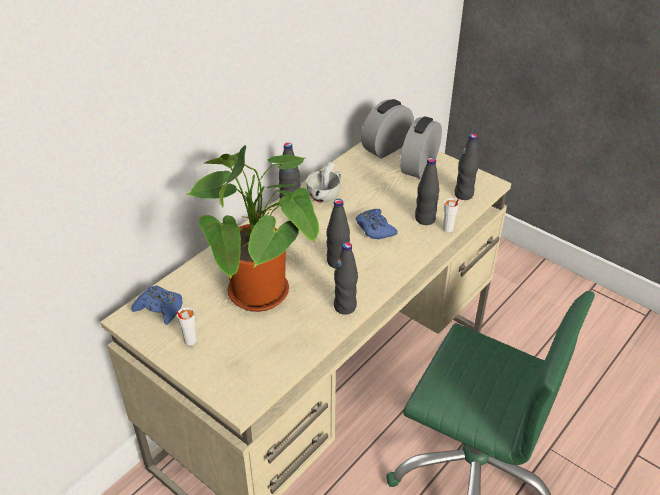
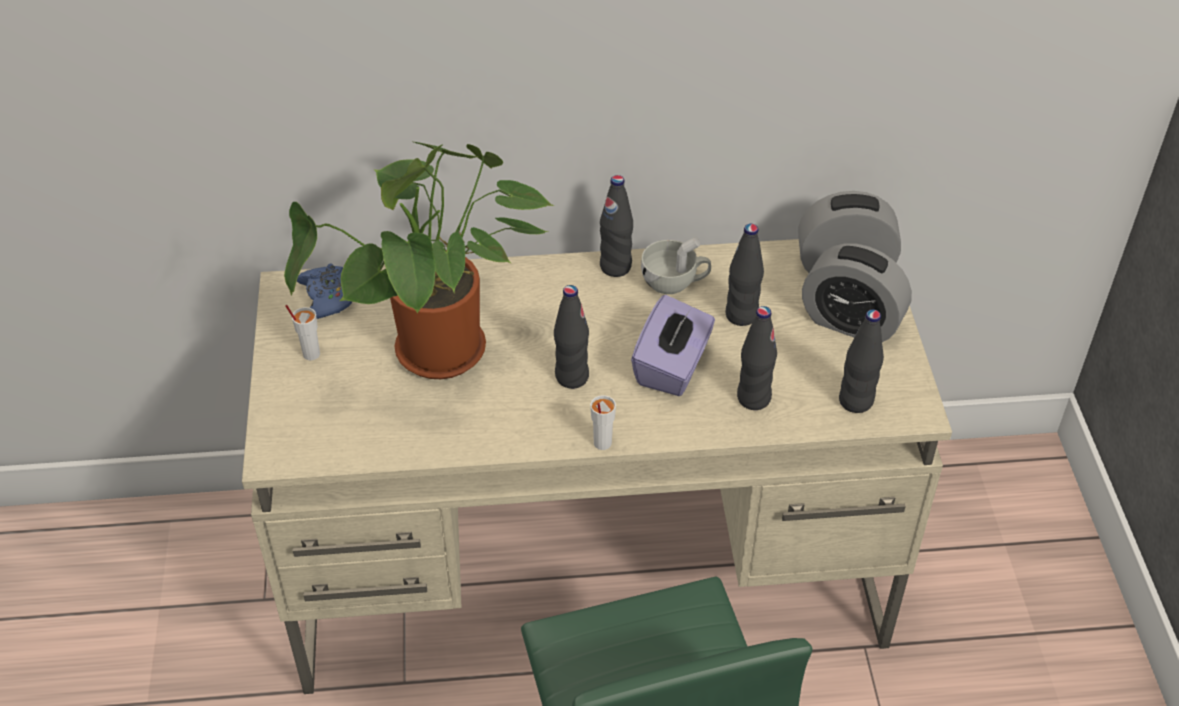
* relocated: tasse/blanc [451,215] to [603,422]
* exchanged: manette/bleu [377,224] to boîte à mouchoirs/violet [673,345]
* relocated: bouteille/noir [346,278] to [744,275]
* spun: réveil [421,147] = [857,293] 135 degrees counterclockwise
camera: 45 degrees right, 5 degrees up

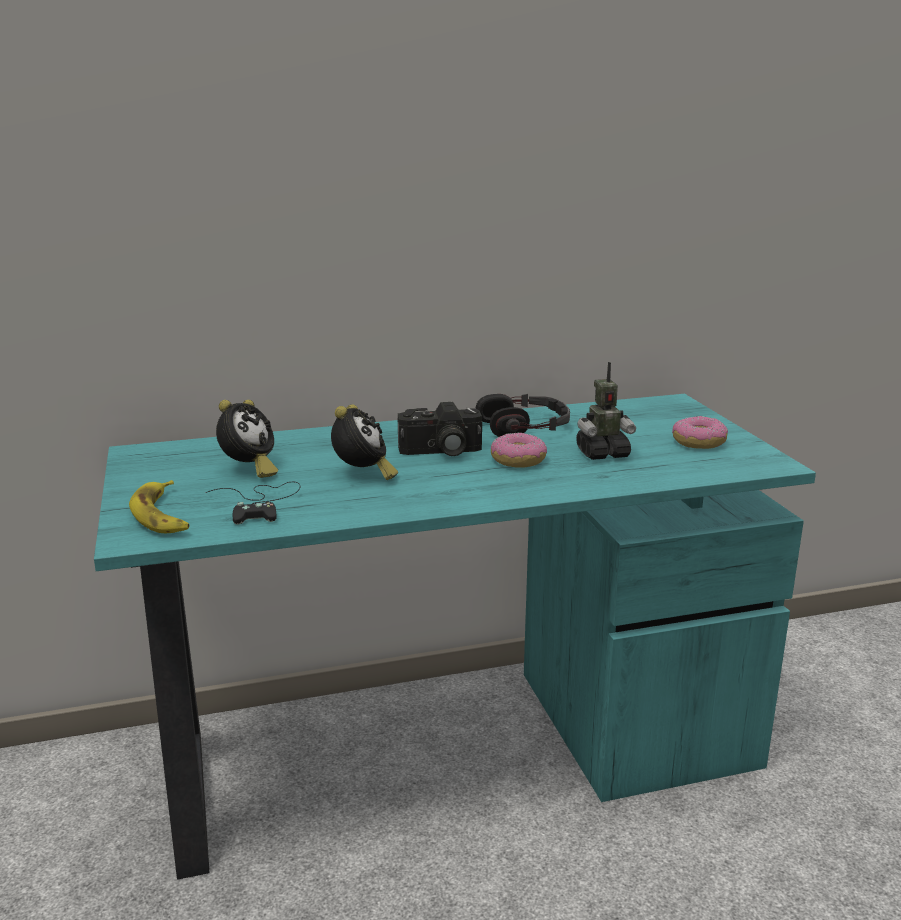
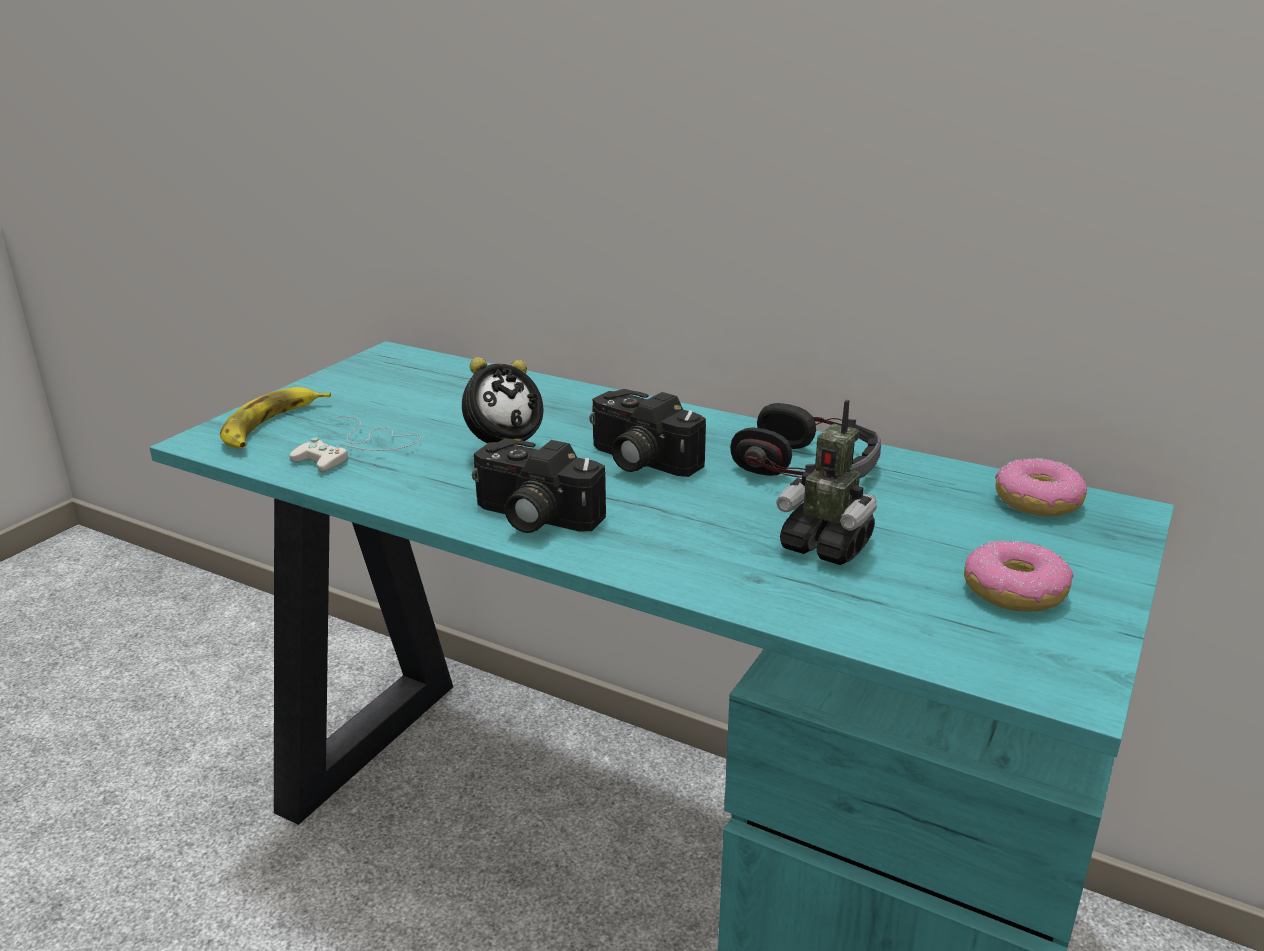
* colour: manette/noir [253,503] to manette/blanc [355,444]
* appeared: appareil photo [539,486]
* relocated: beignet [519,450] to [1041,487]
* missing: réveil [247,439]
camera: 45 degrees right, 5 degrees up

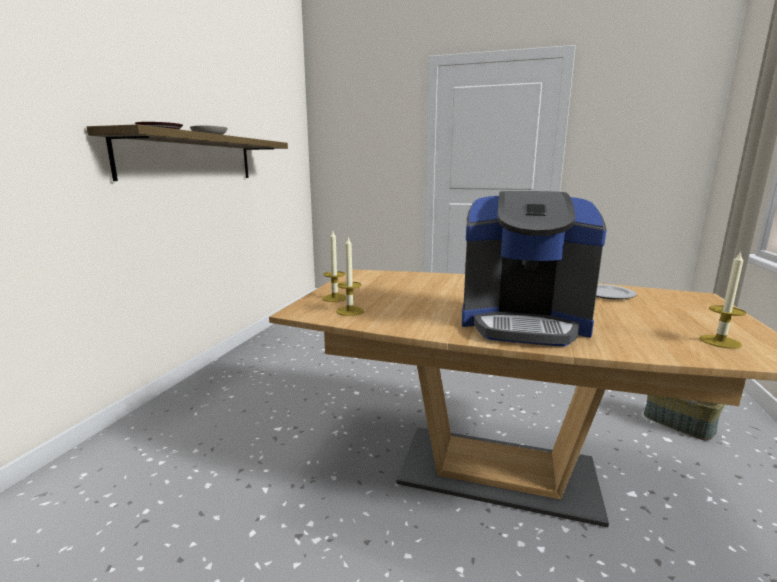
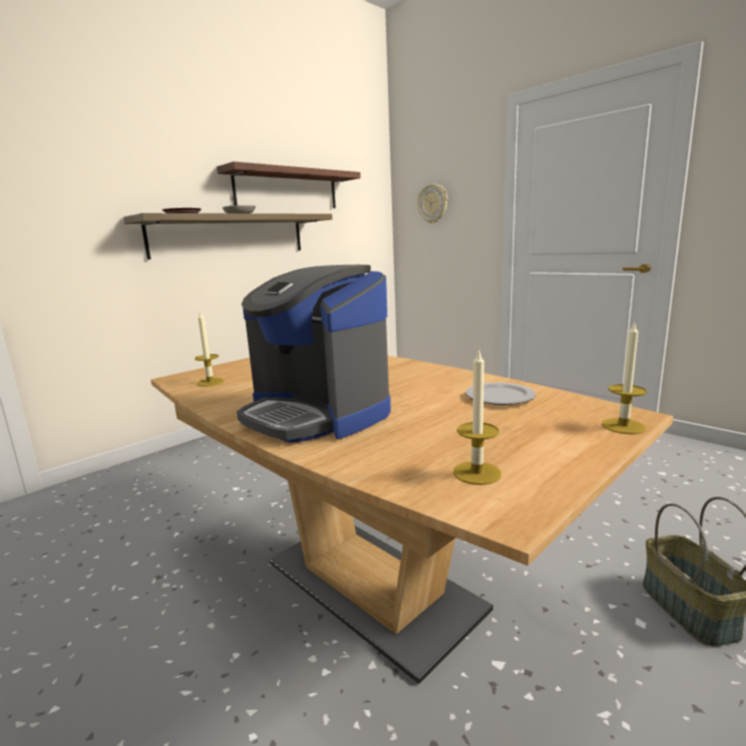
* appeared: étagère [289,185]
* appeared: horloge murale [432,204]
* relocated: bougie [334,266] to [624,377]
camera: 30 degrees right, 0 degrees up

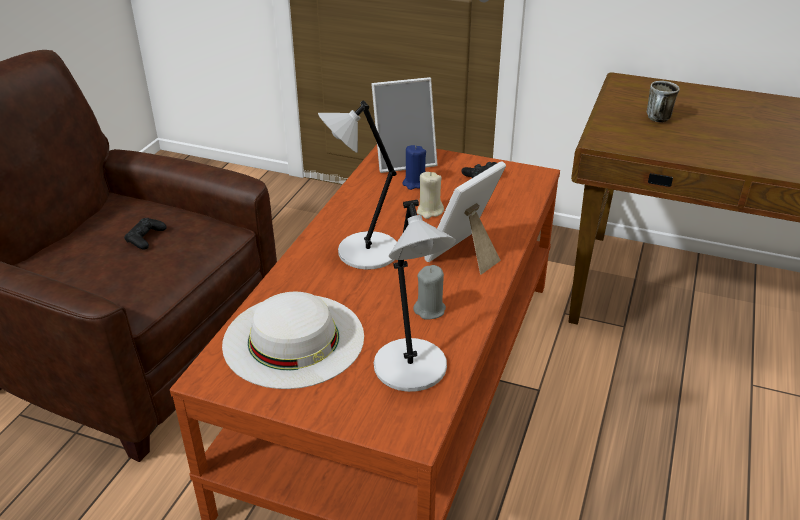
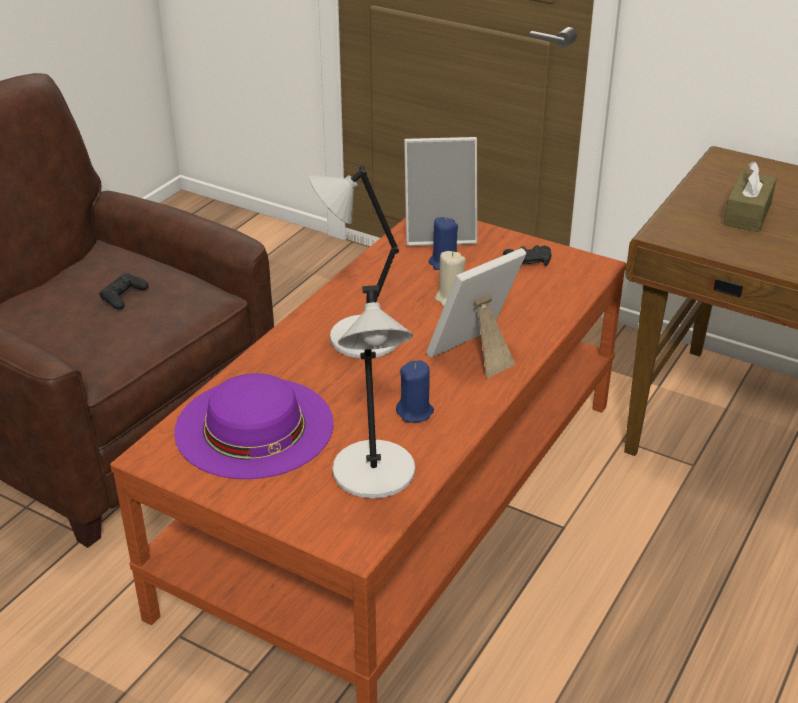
* colour: chapeau/blanc [293,340] to chapeau/violet [254,426]
* colour: bougie/gris [429,292] to bougie/bleu [415,391]
* exchanged: mug [663,101] to boîte à mouchoirs/marron [750,196]
camera: 10 degrees right, 0 degrees up

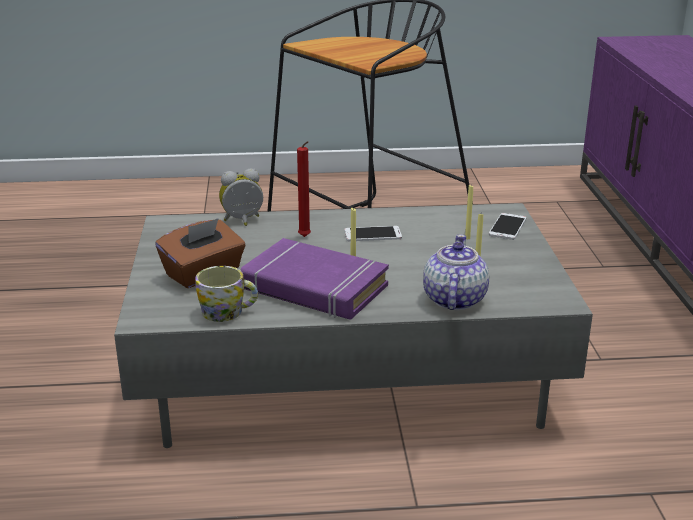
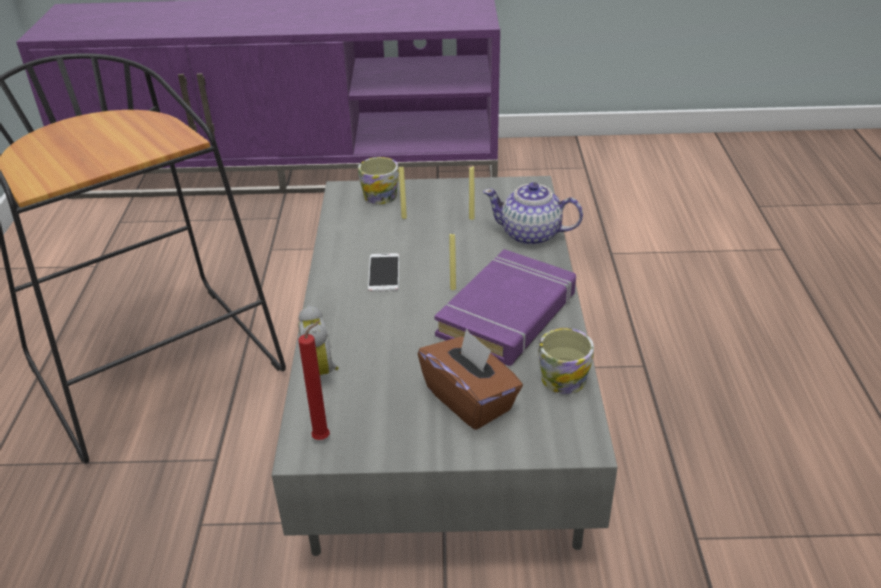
* relocated: bougie/rouge [304,189] to [314,380]
* exchanged: téléphone [507,226] to mug [378,180]
camera: 85 degrees left, 10 degrees up

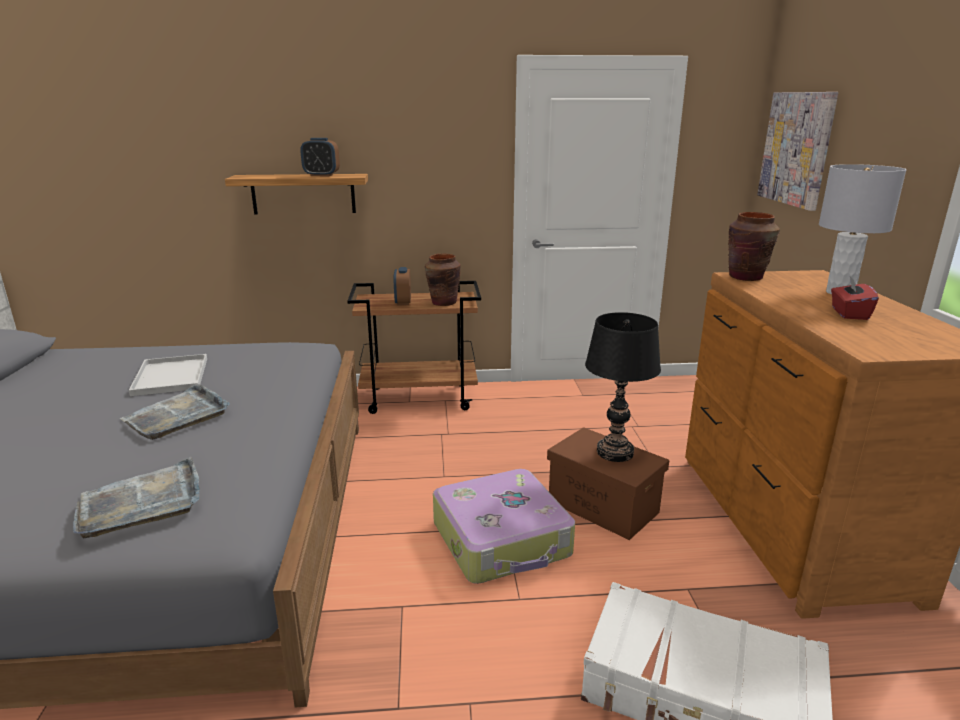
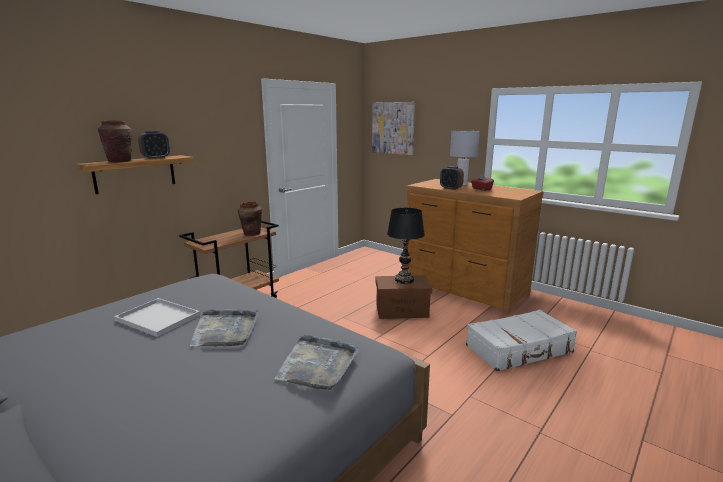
* relocated: vase/marron [754,246] to [115,141]
* relocated: réveil [402,286] to [452,178]
* missing: valise [504,526]
camera: 45 degrees left, 5 degrees down

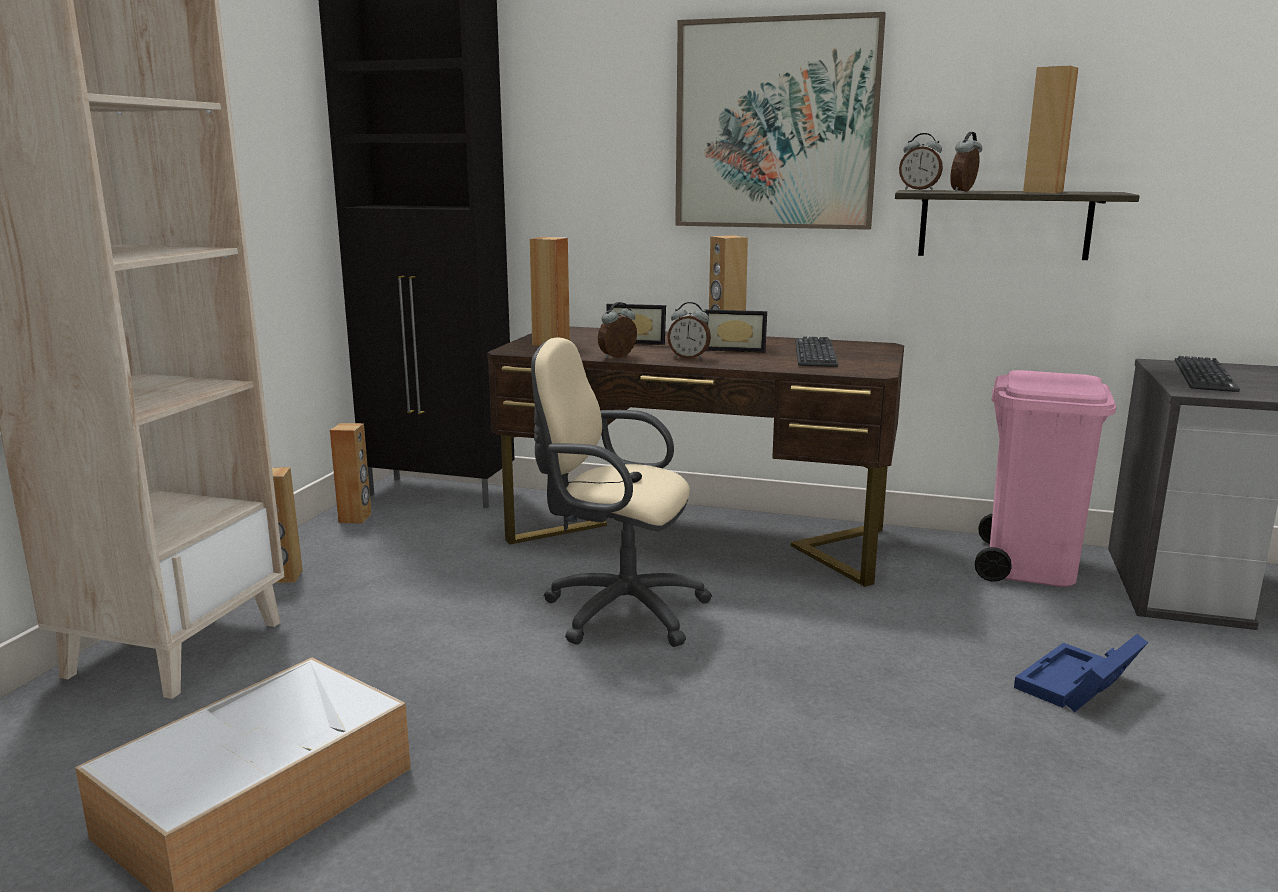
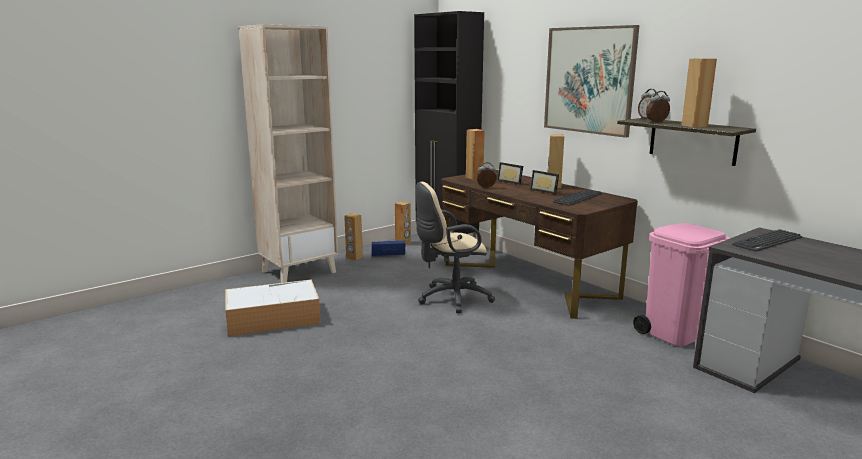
* relocated: boîte de rangement/bleu [1081,673] to [388,248]
* spun: chaise de bureau/beige [621,492] = [455,247] 75 degrees counterclockwise
* missing: réveil [689,330]
camera: 35 degrees right, 0 degrees up

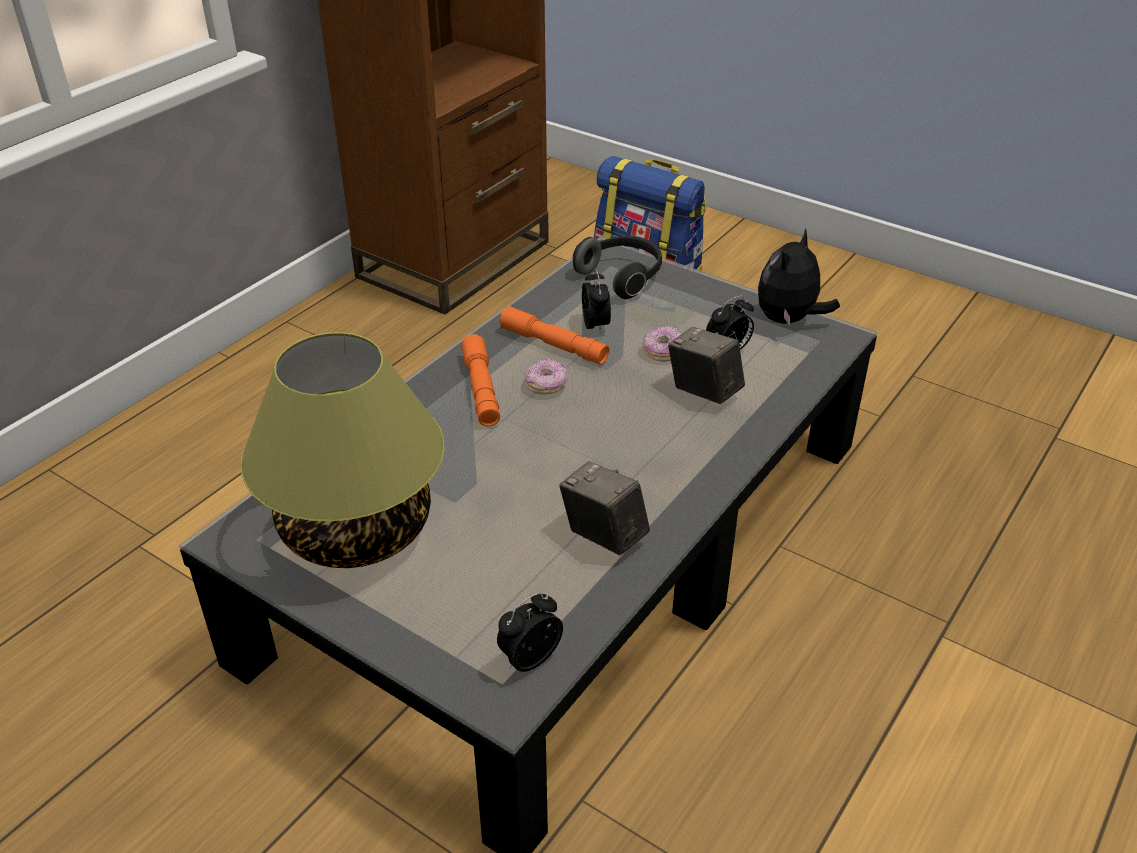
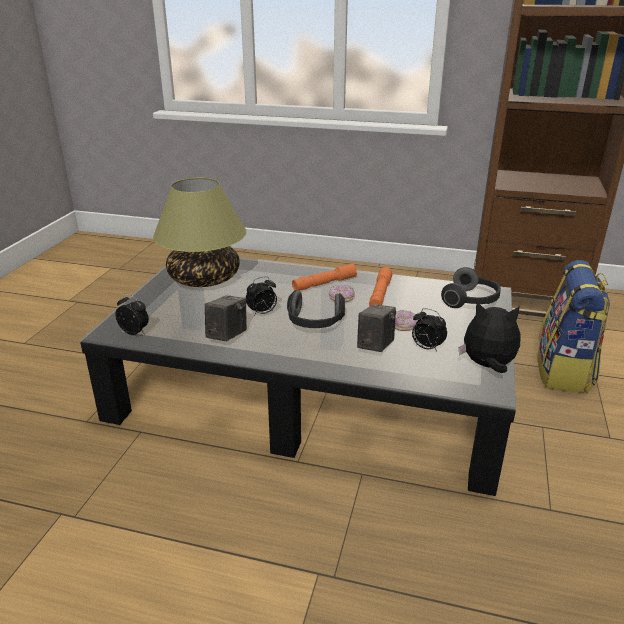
* relocated: réveil [596,302] to [261,296]
* appeared: casque audio [316,309]
camera: 70 degrees right, 10 degrees down

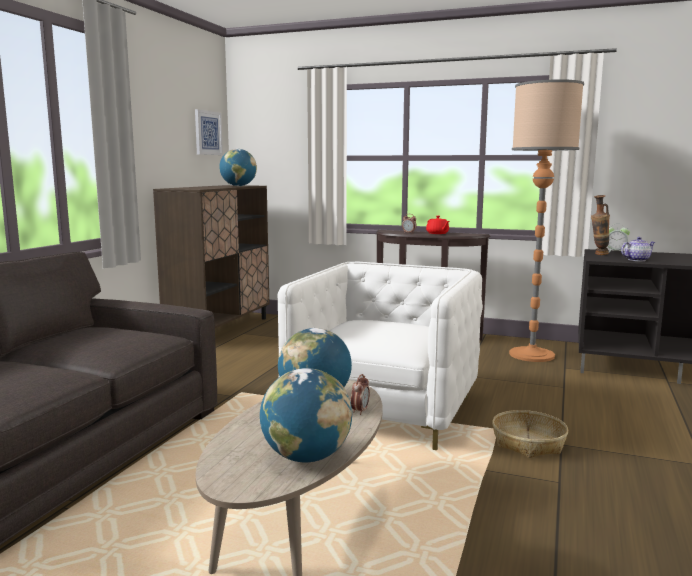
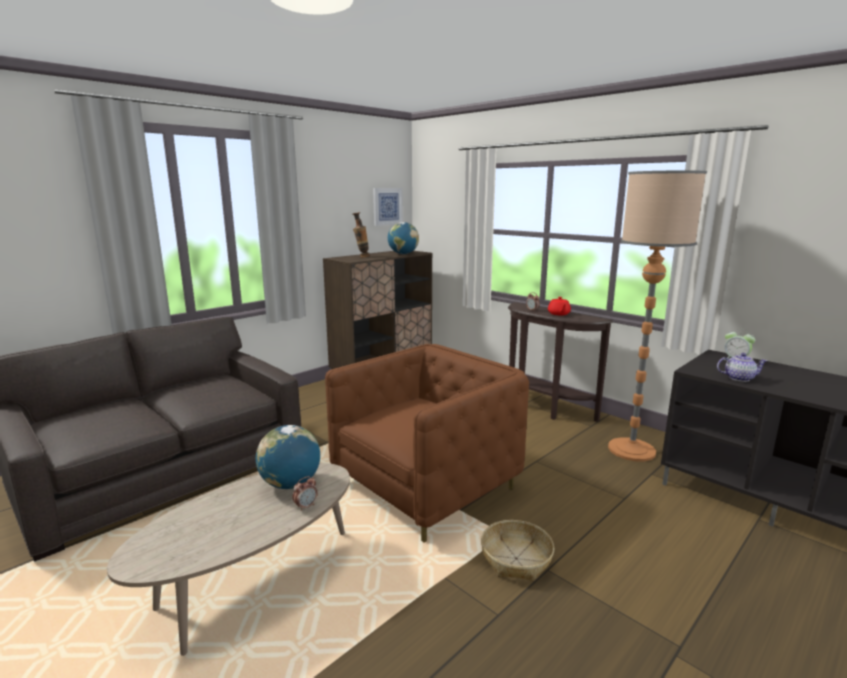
* colour: fauteuil/blanc [380,356] to fauteuil/marron [427,443]
* relocated: vase [600,225] to [361,235]
* missing: globe [306,415]
camera: 25 degrees right, 5 degrees up

